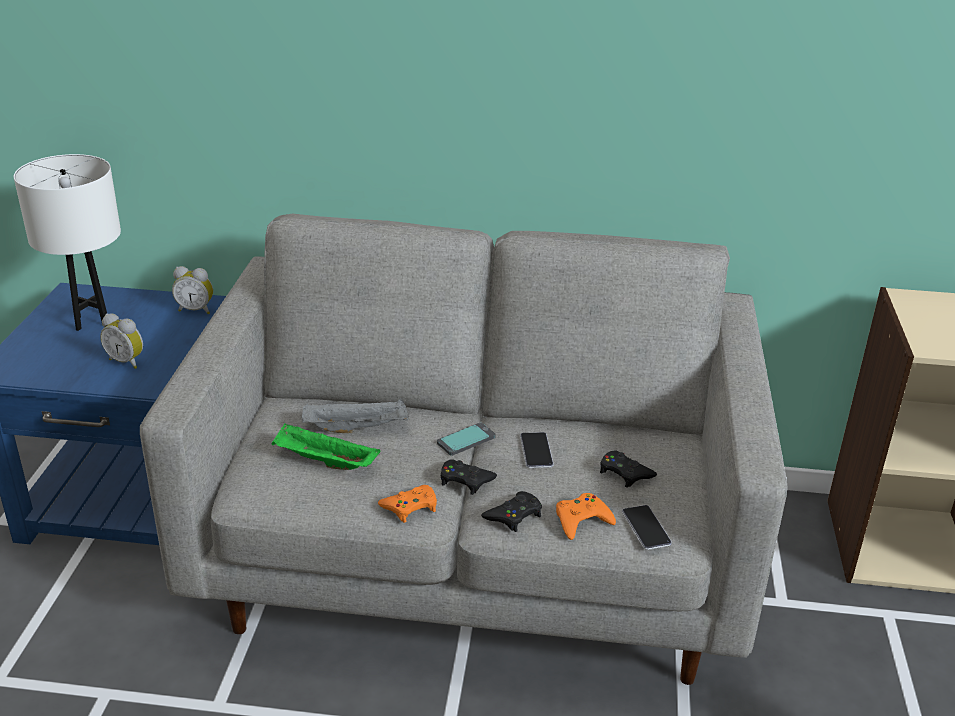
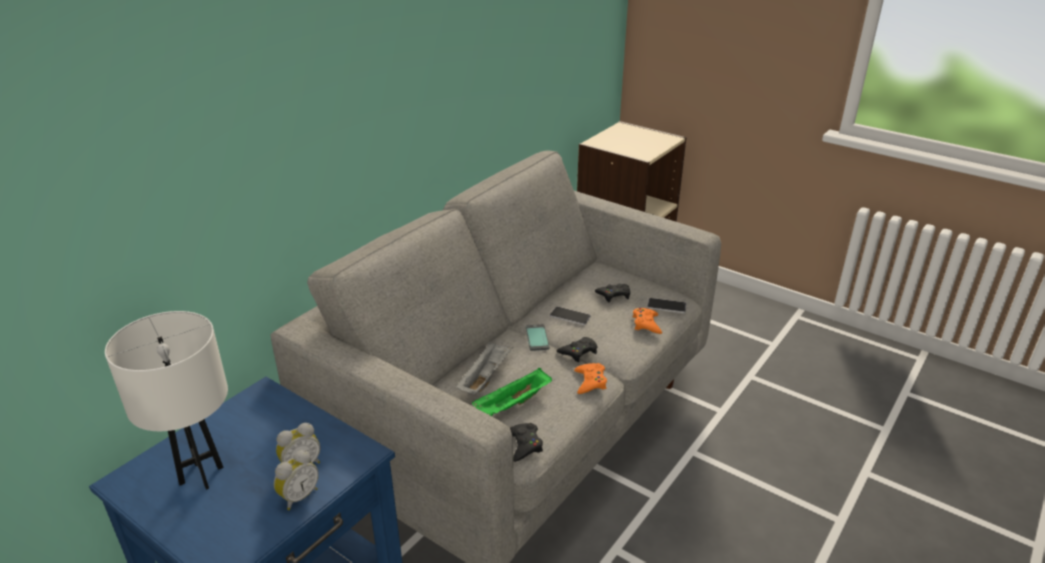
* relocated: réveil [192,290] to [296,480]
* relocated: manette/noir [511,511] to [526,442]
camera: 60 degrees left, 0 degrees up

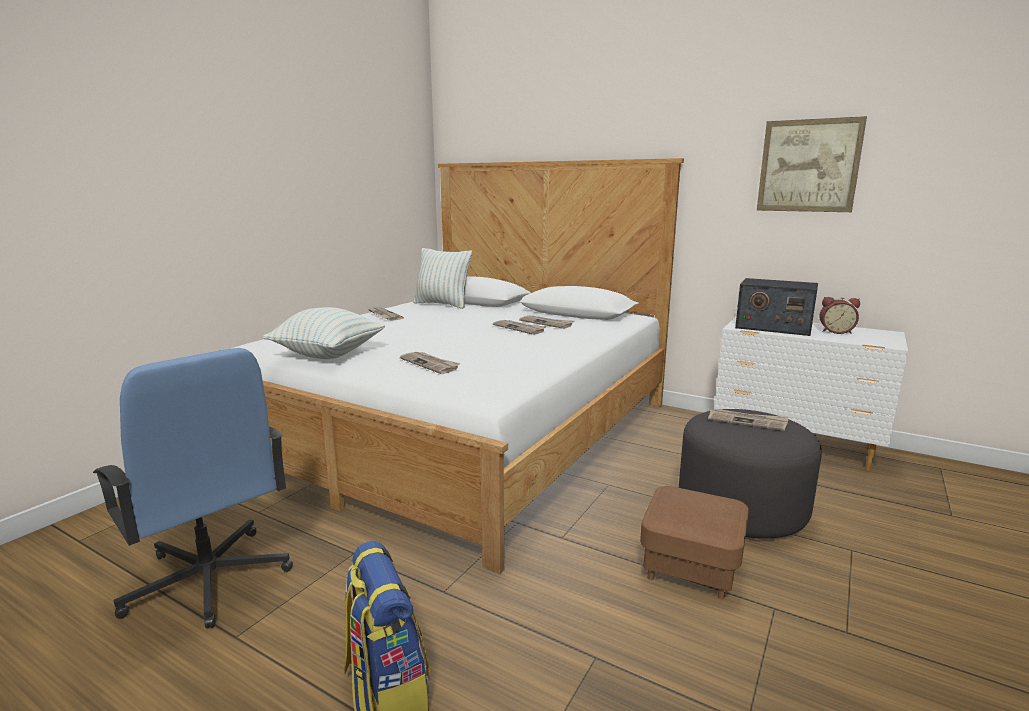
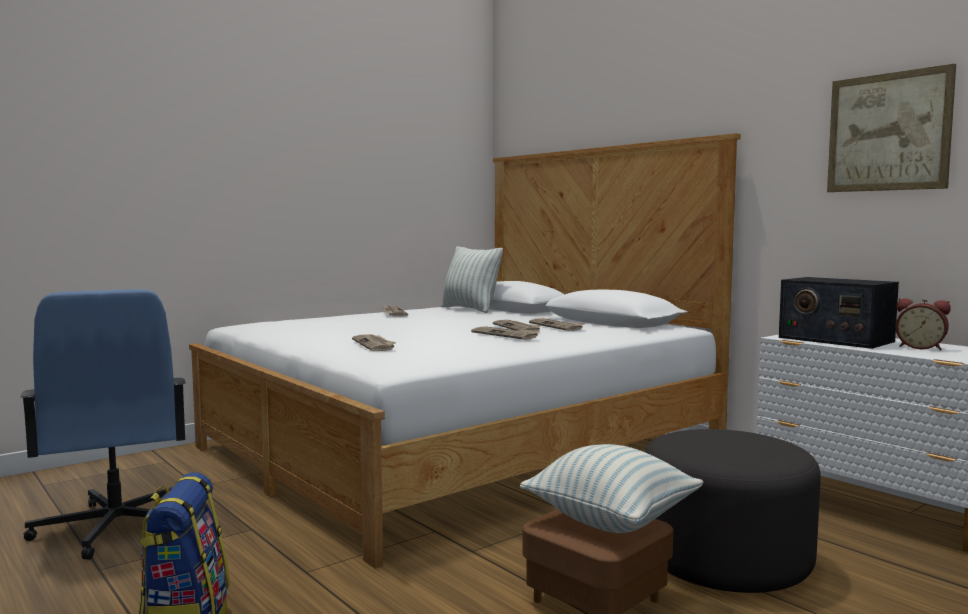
* relocated: journal [748,420] to [505,333]
* relocated: coussin [324,333] to [612,488]
camera: 20 degrees right, 10 degrees down

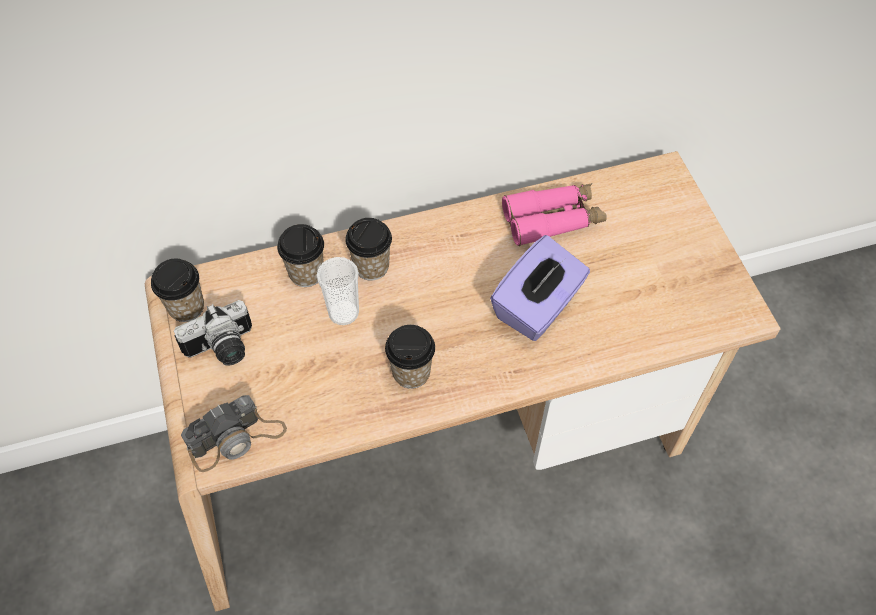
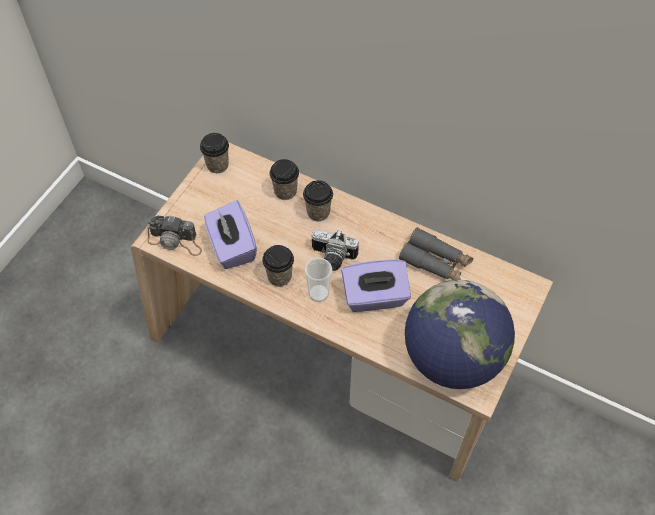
* appeared: boîte à mouchoirs/violet [230,234]
* relocated: tasse [337,291] to [318,280]
* relocated: appareil photo [213,333] to [335,250]
* colour: jumelles/rose [554,214] to jumelles/gris [436,253]
* appeared: globe [460,334]
camera: 45 degrees right, 0 degrees up

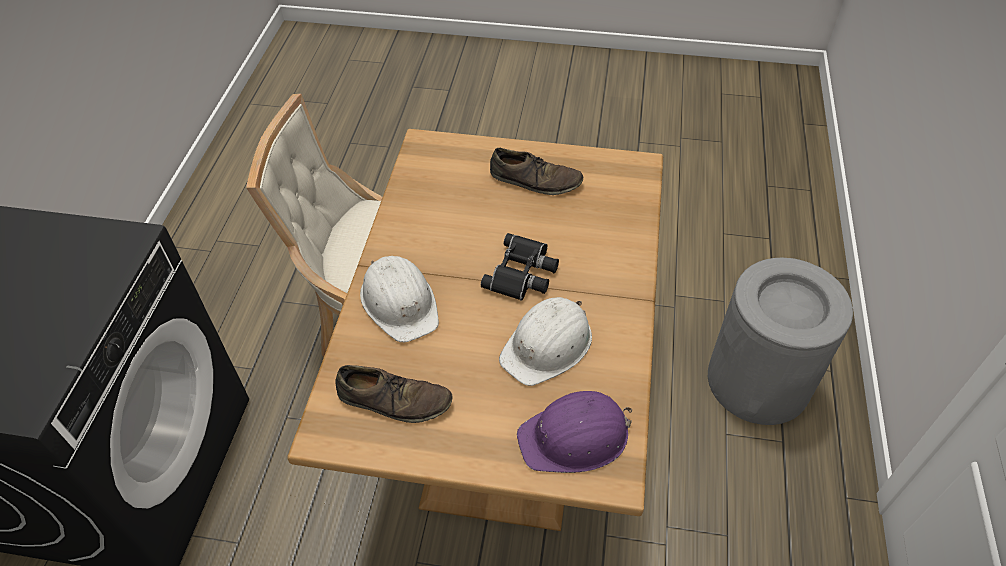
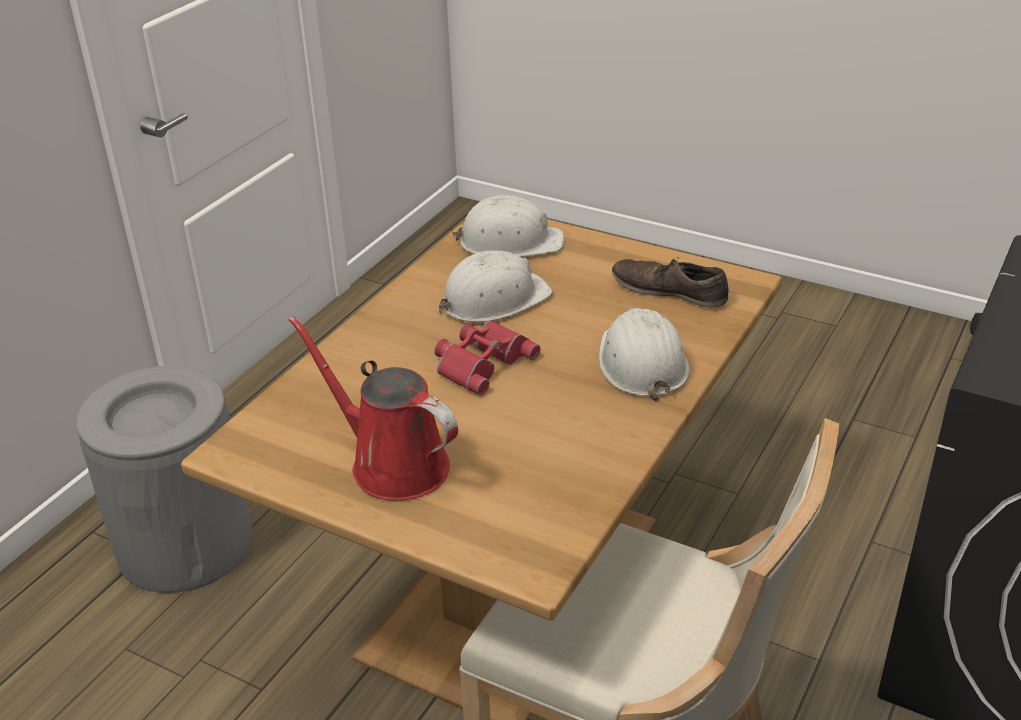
* exchanged: chaussure/marron [536,171] to arrosoir/rouge [373,408]
* colour: jumelles/noir [520,267] to jumelles/rouge [488,357]
* colour: casque de chantier/violet [574,432] to casque de chantier/blanc [508,226]
camera: 160 degrees left, 15 degrees down

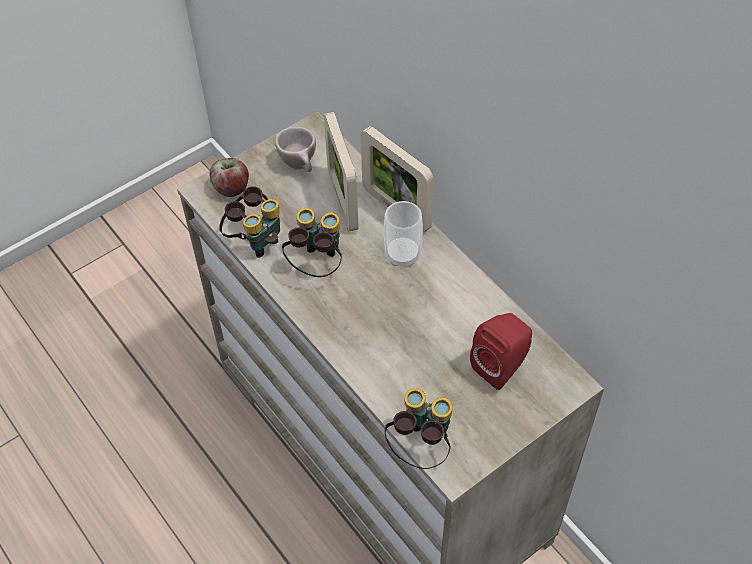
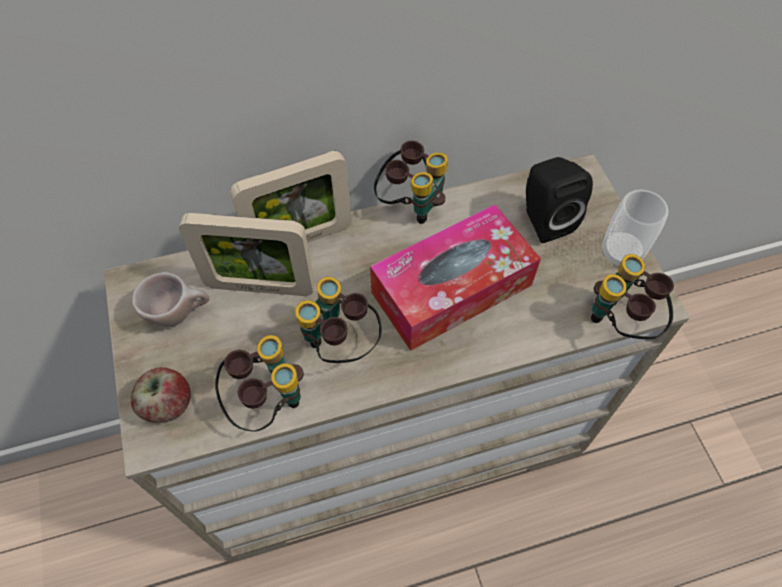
* appeared: boîte à mouchoirs [455,277]
* appeared: jumelles [411,182]
* colour: enceinte/rouge [501,351] to enceinte/noir [559,200]
* relocated: tasse [403,234] to [635,228]
camera: 70 degrees left, 5 degrees up

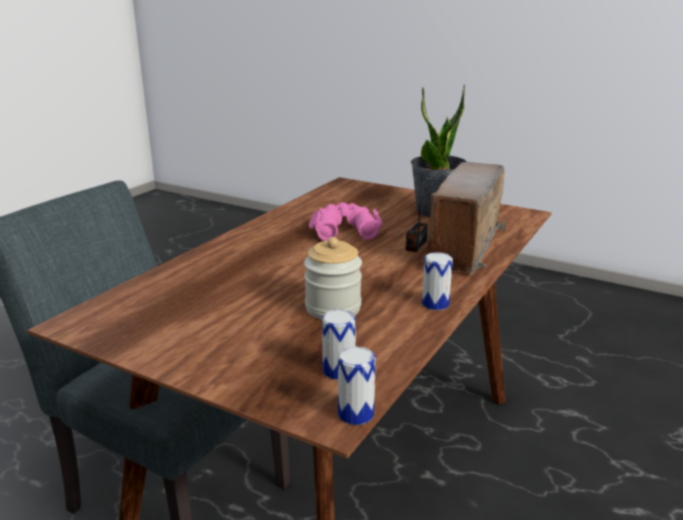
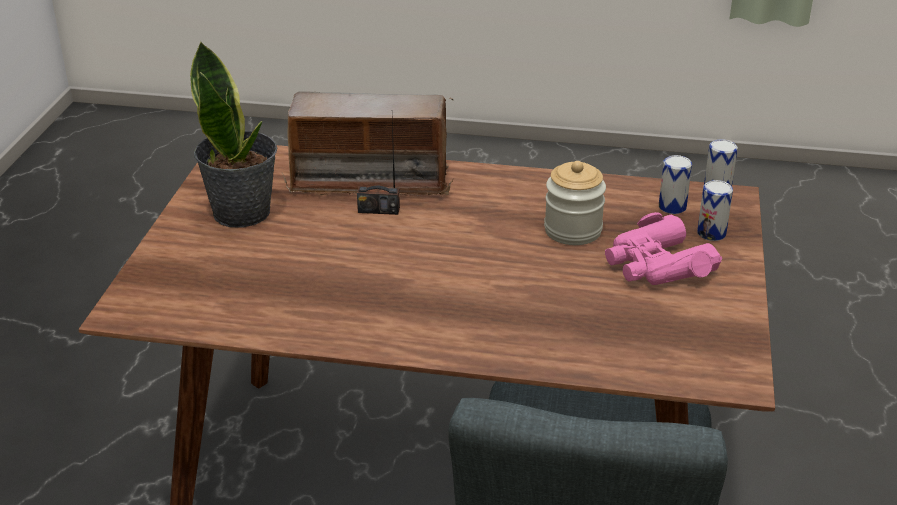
* relocated: jumelles/rose [346,221] to [663,248]
* relocated: boîte métallique [437,281] to [715,210]
camera: 110 degrees left, 10 degrees up

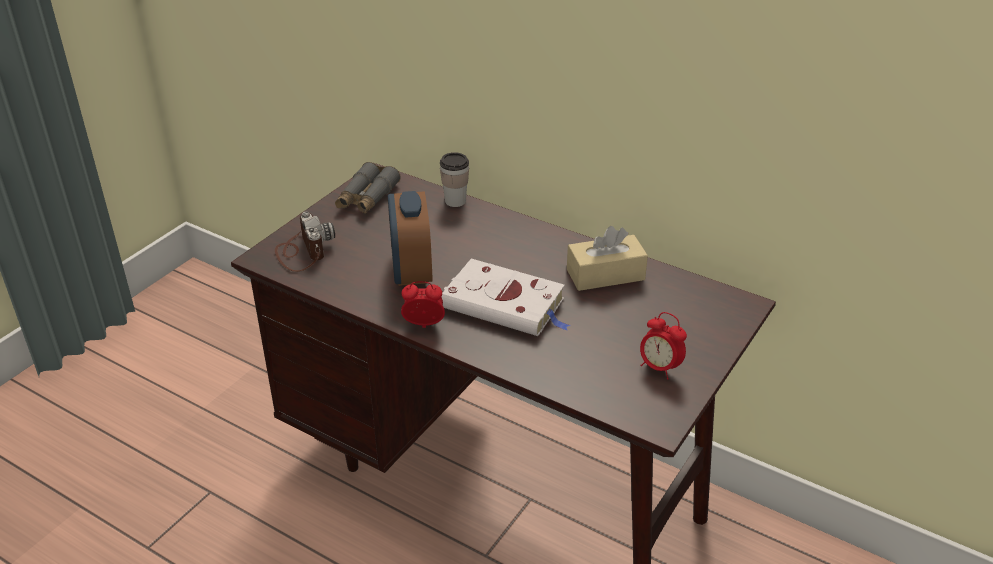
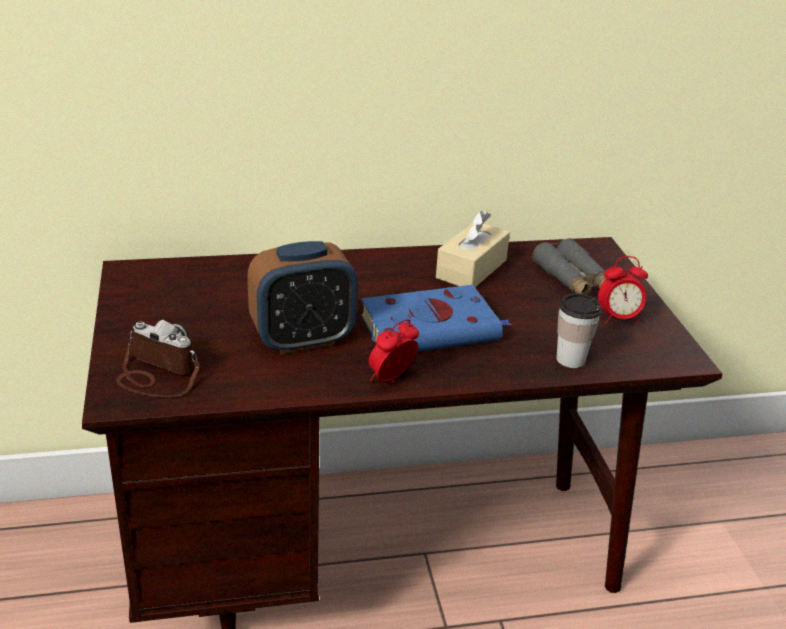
* spun: réveil [410,238] = [302,297] 60 degrees counterclockwise
* colour: livre/blanc [506,297] to livre/bleu [437,318]
* relocated: jumelles/gris [368,188] to [569,266]
* relocated: tasse [454,179] to [579,330]
camera: 45 degrees left, 5 degrees down

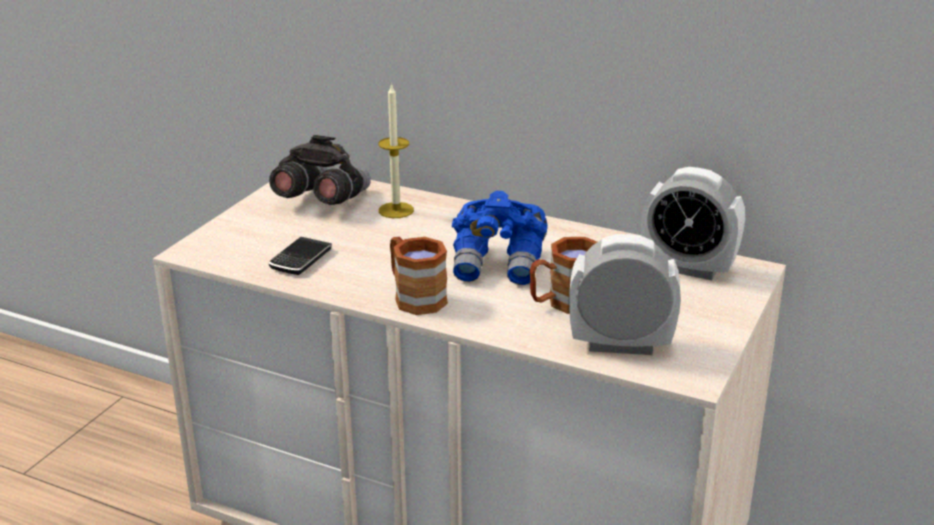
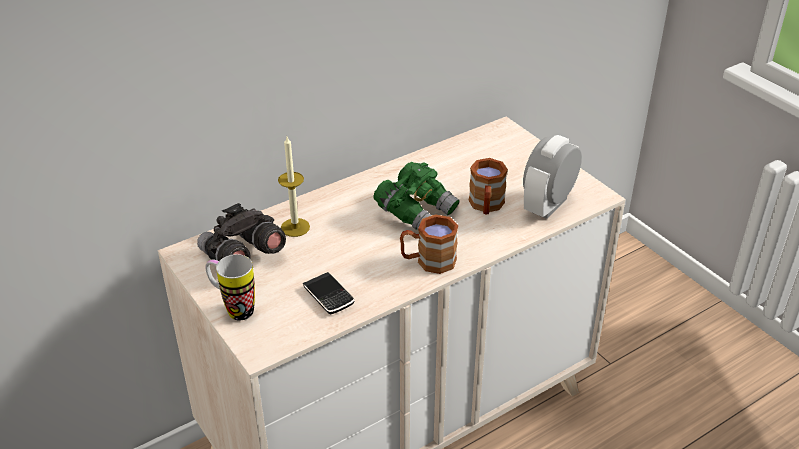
* appeared: mug [230,287]
* colour: jumelles/bleu [499,238] to jumelles/vert [416,195]
* missing: réveil [693,223]
camera: 60 degrees left, 10 degrees up

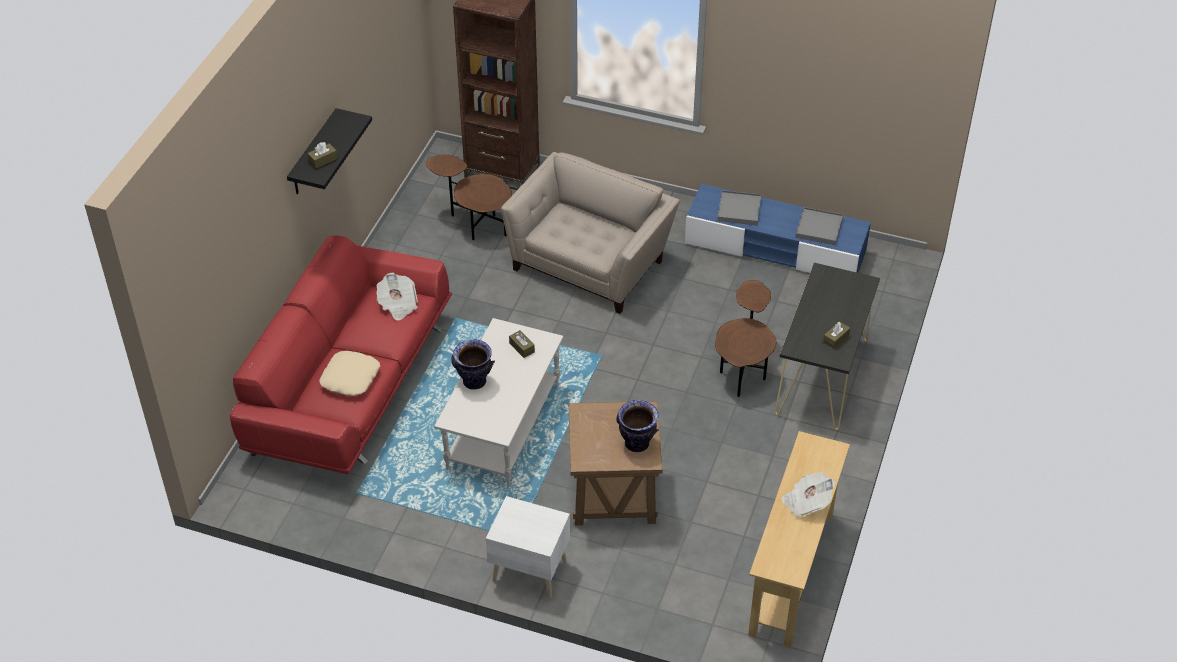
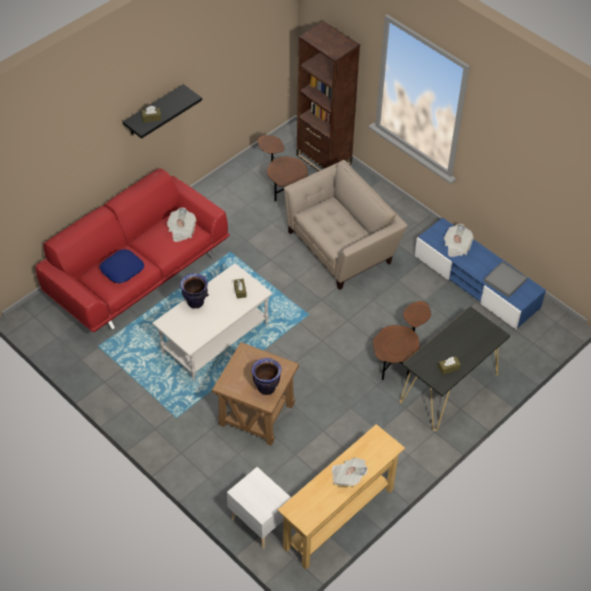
* colour: coussin/beige [349,373] to coussin/bleu [122,266]
* relocated: table de chevet/blanc [528,547] to [259,508]
* exchanged: plateau/gris [739,207] to journal [459,240]
camera: 25 degrees right, 5 degrees up

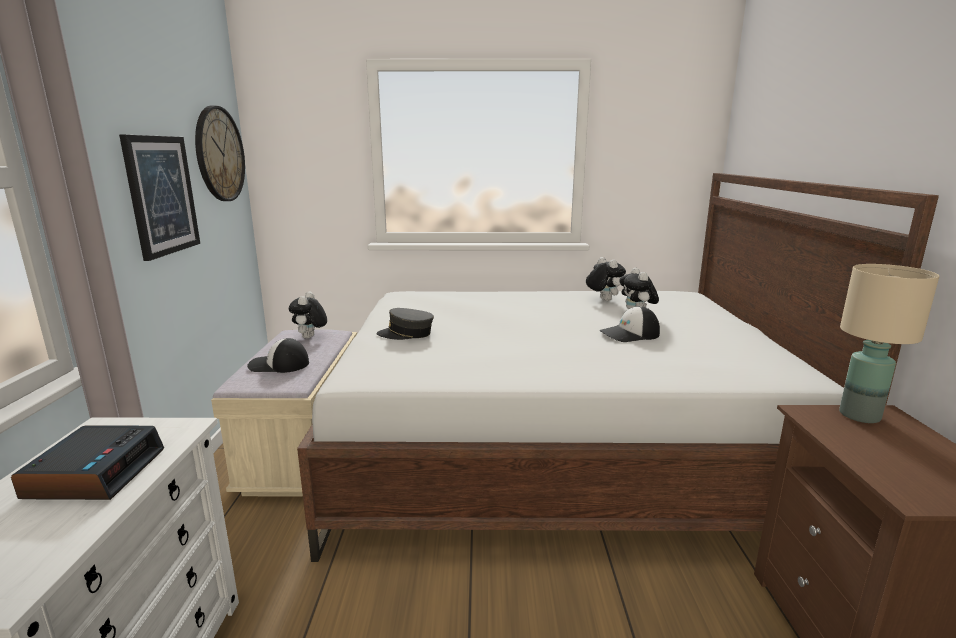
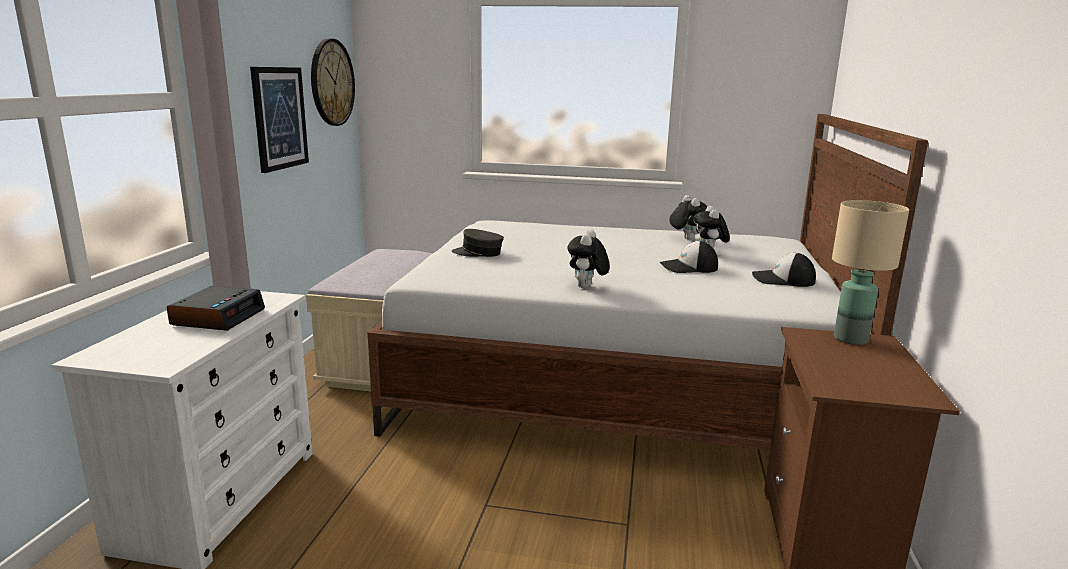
* relocated: peluche [308,315] to [588,258]
* relocated: casquette [278,355] to [784,270]
camera: 10 degrees right, 0 degrees up

